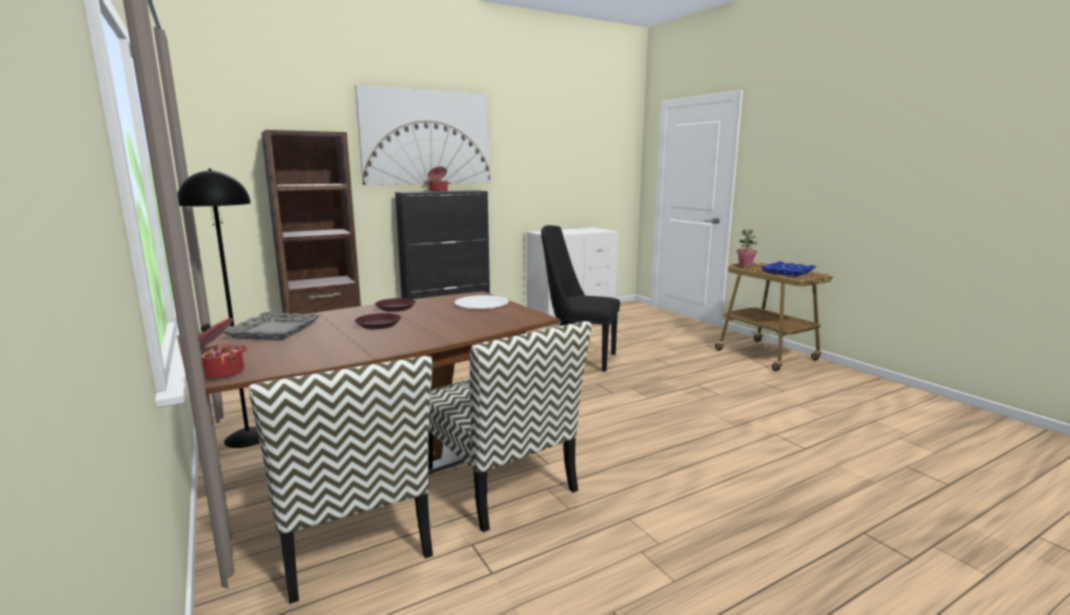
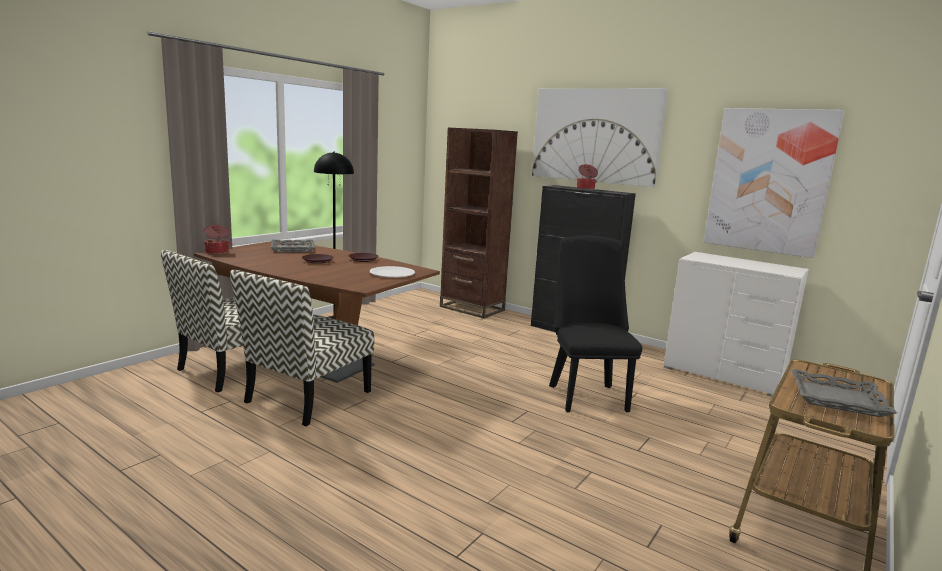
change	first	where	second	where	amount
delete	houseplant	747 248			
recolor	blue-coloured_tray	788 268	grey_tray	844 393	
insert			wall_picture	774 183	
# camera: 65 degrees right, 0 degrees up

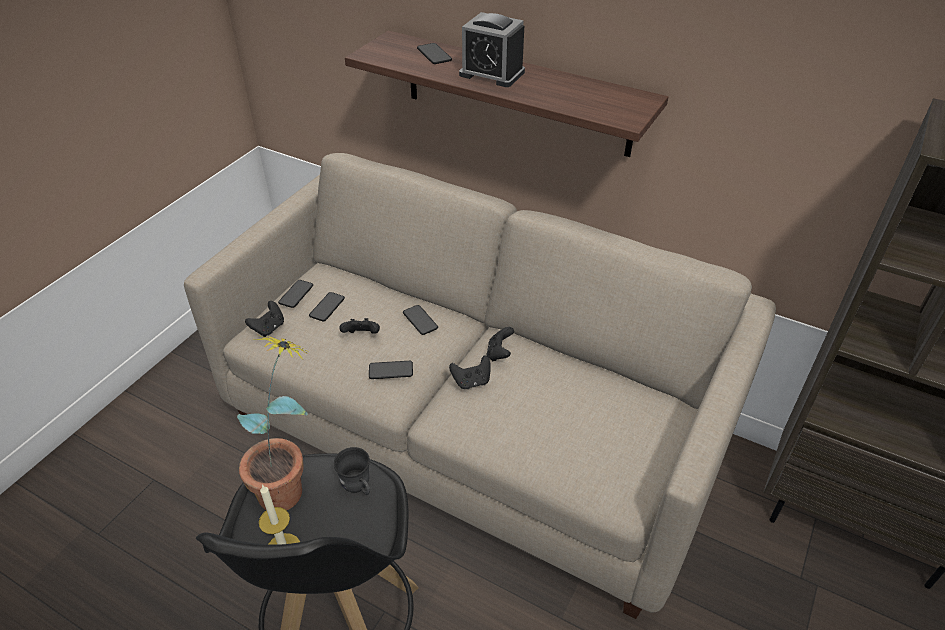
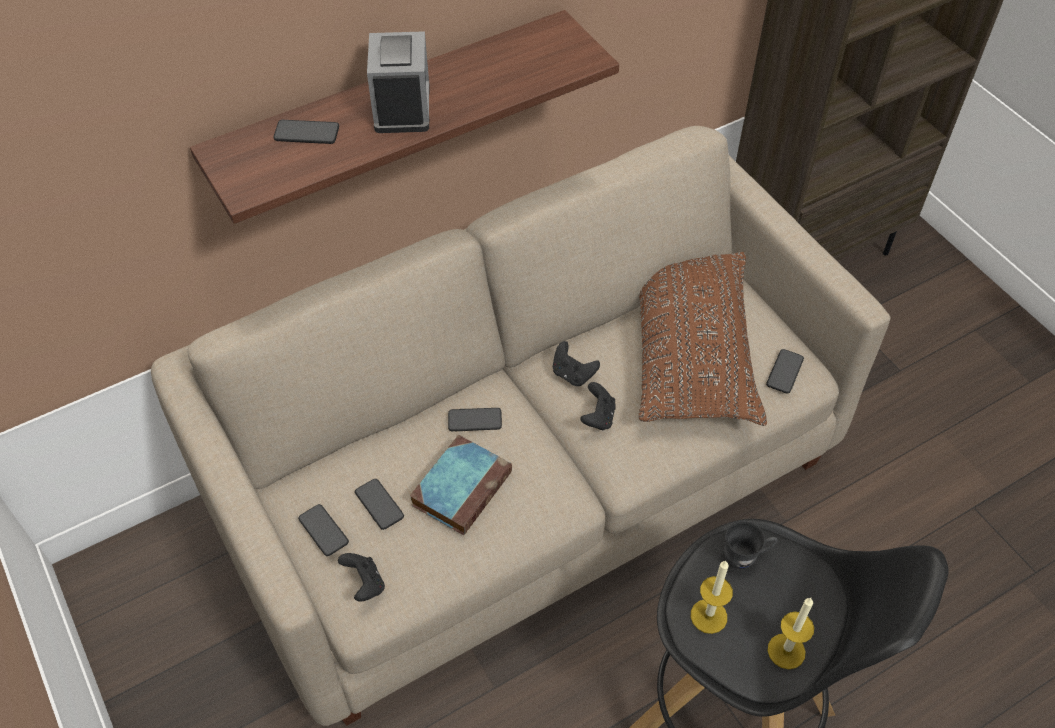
change	first	where	second	where	amount
replace	houseplant	272 422	candle	712 597	
replace	black_joypad	359 326	bound_book	461 485	
move	handset	391 370		785 371	
rotate	bedside_clock	492 49		398 82	60 degrees counterclockwise
insert			brownish_throw_pillow	703 339	
# camera: 60 degrees left, 10 degrees up

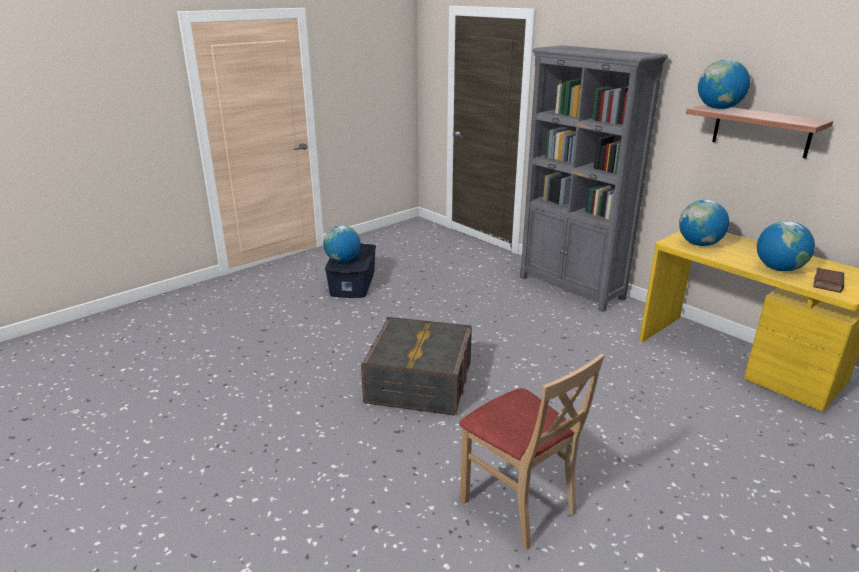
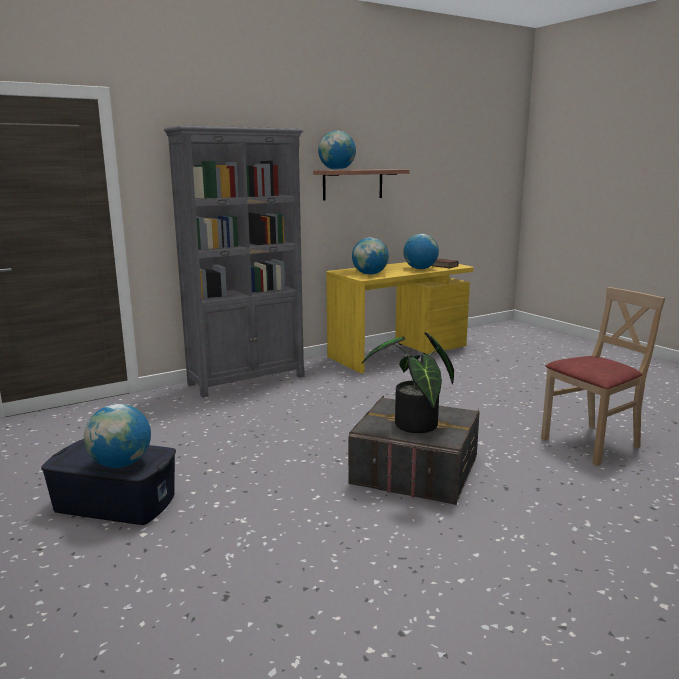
change	first	where	second	where	amount
insert			houseplant	408 382	
# camera: 80 degrees left, 10 degrees down

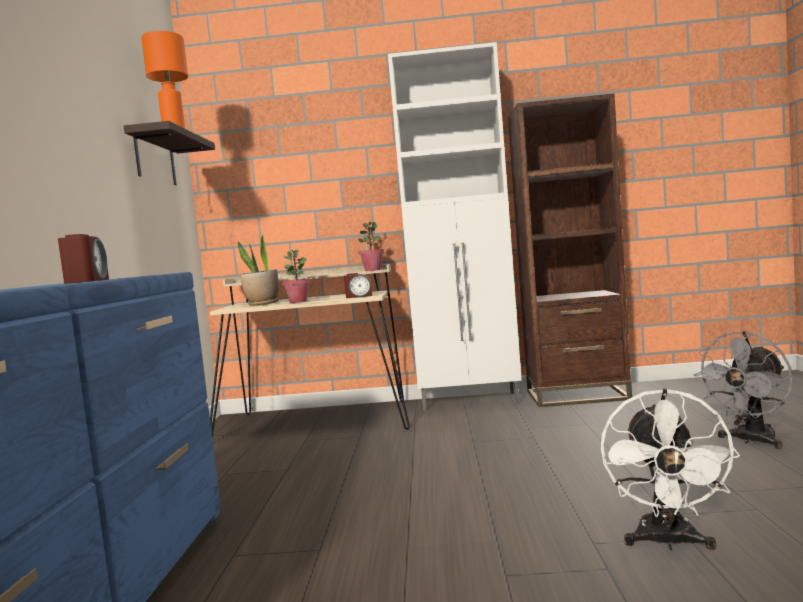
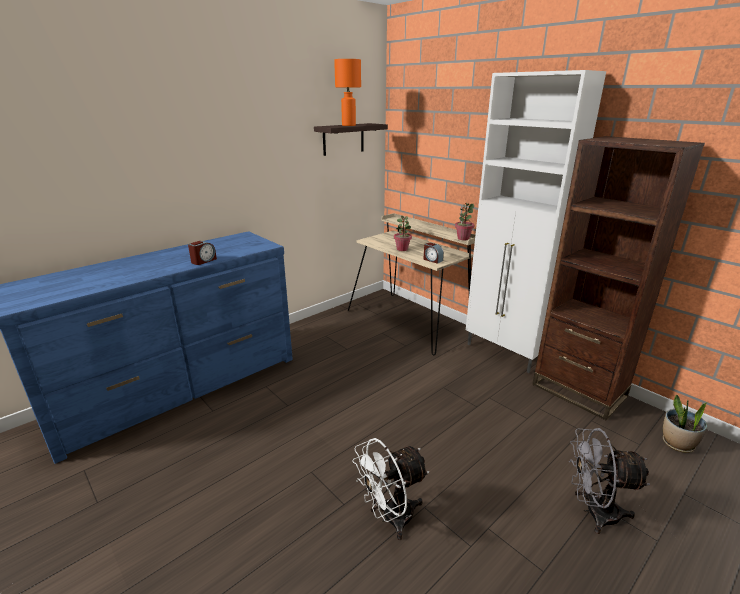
change	first	where	second	where	amount
move	houseplant	258 270		685 423	
# camera: 45 degrees right, 20 degrees up

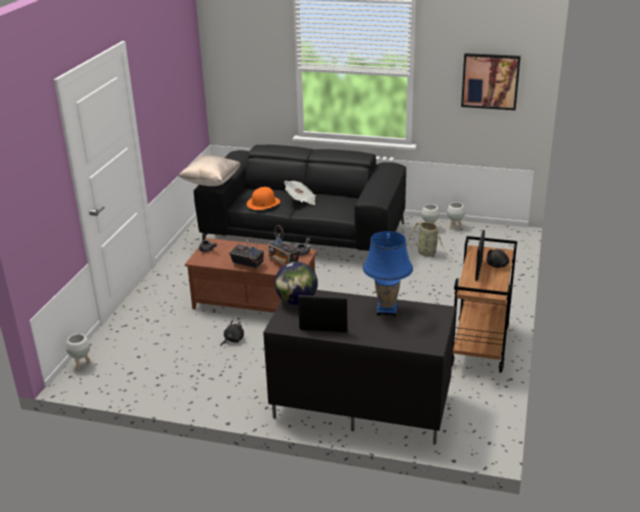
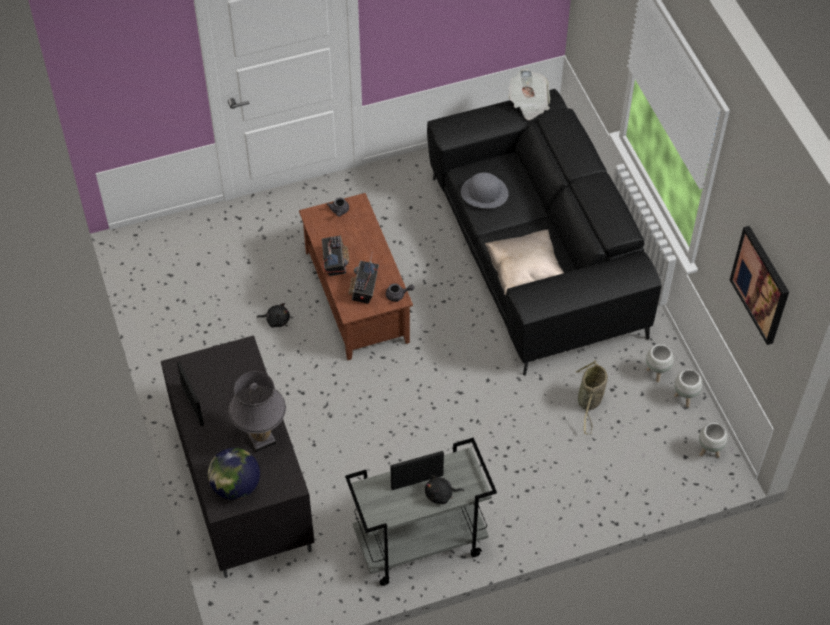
change	first	where	second	where	amount
move	white_plant_pot	78 352		713 440	
move	sand-coloured_throw_pillow	209 170		524 262	
recolor	orange_wearable_hat	263 198	grey_wearable_hat	485 190	
move	world_globe	296 283		234 474	
move	newspaper	300 193		529 94	
recolor	blue-coloured_lamp_for_a_table	388 274	grey_lamp_for_a_table	257 411	
recolor	brownish_wheeled_cart	484 304	grey_wheeled_cart	421 512	
# camera: 55 degrees right, 25 degrees up

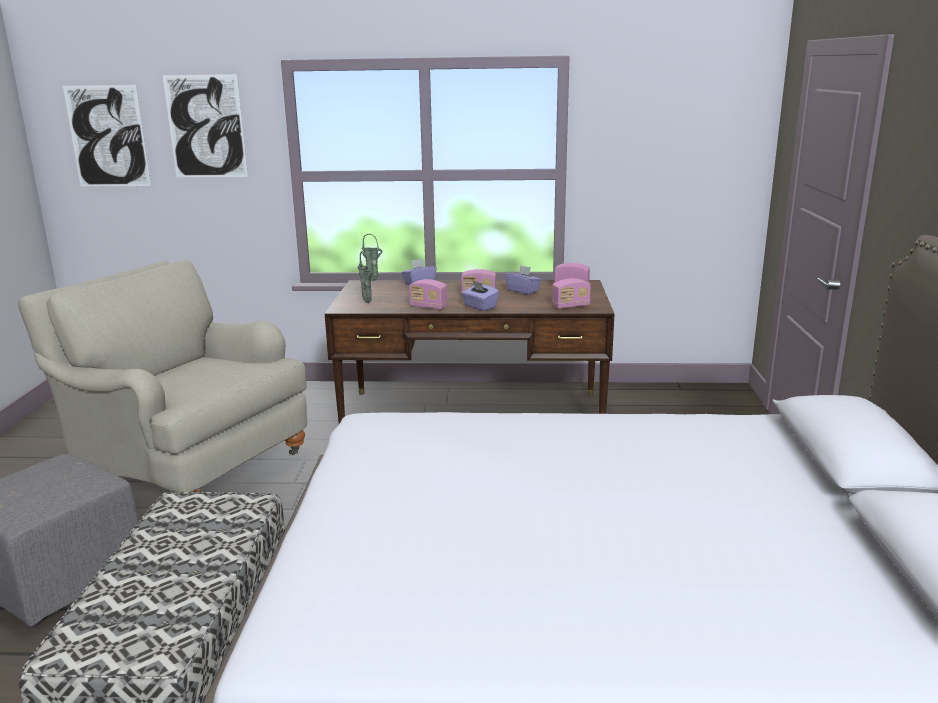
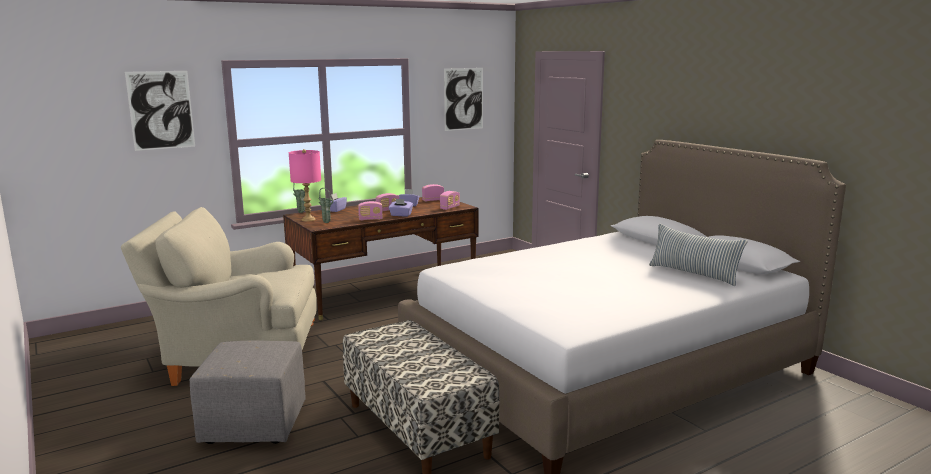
change	first	where	second	where	amount
move	wall_picture	107 136		463 99	
insert			pink-coloured_lamp_for_a_table	305 185	
insert			throw_pillow	698 255	
# camera: 35 degrees left, 5 degrees down

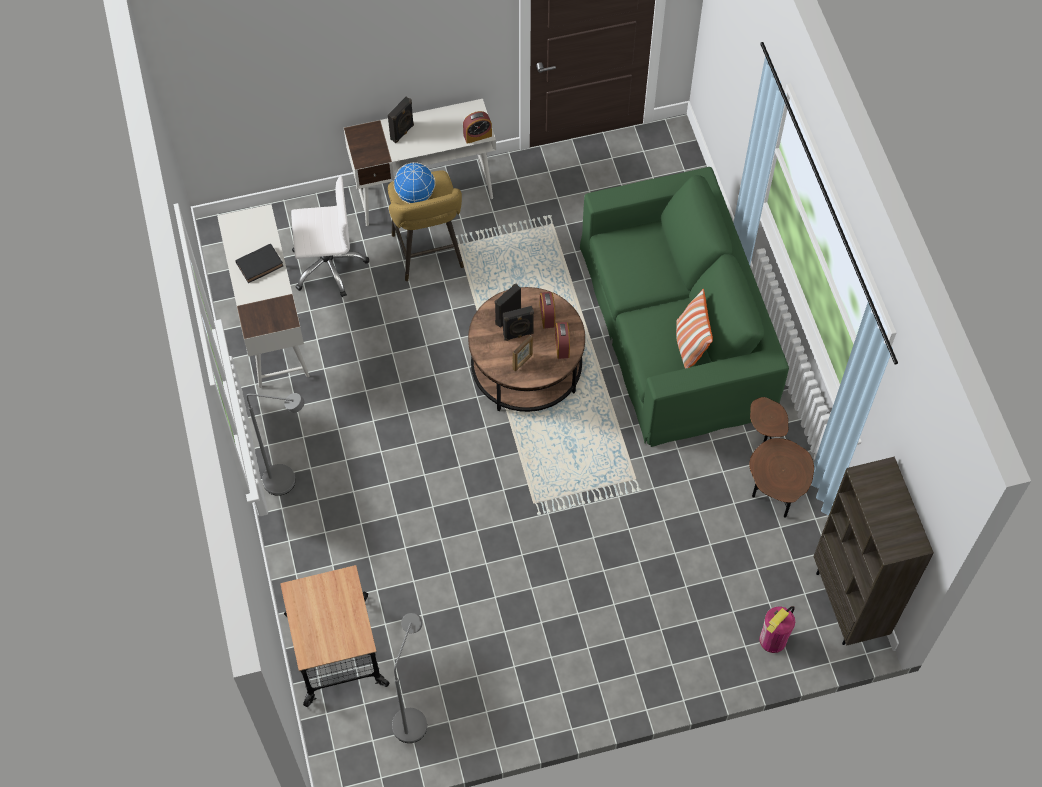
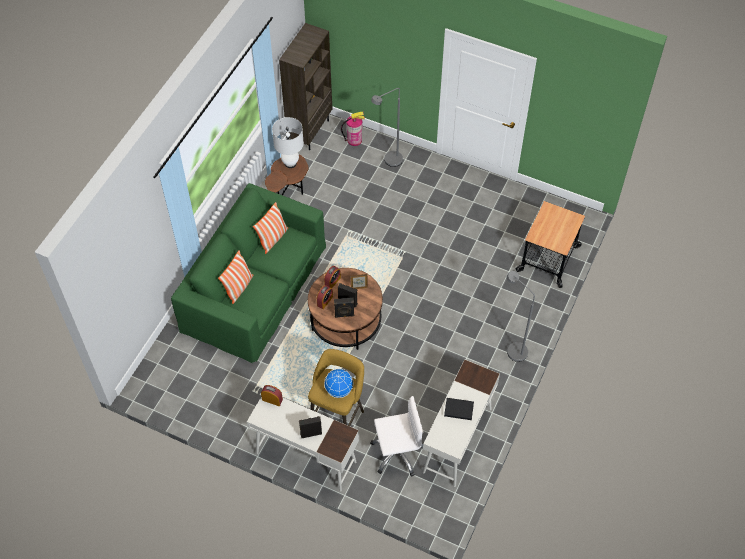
change	first	where	second	where	amount
rotate	white_computer_chair	330 236		396 436	135 degrees clockwise
move	grey_floor_lamp	409 678		387 127	
insert			throw_pillow	235 277	
insert			white_lamp_for_a_table	288 142	
# camera: 140 degrees left, 5 degrees down

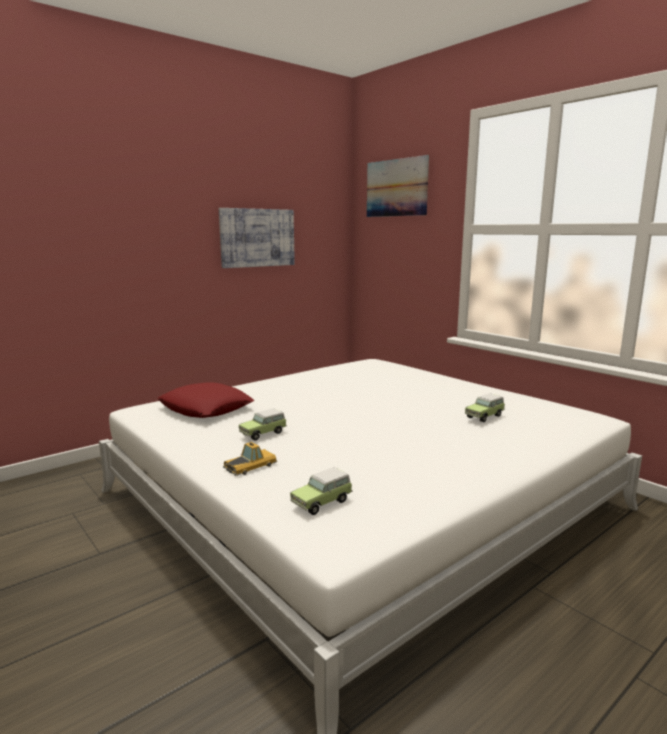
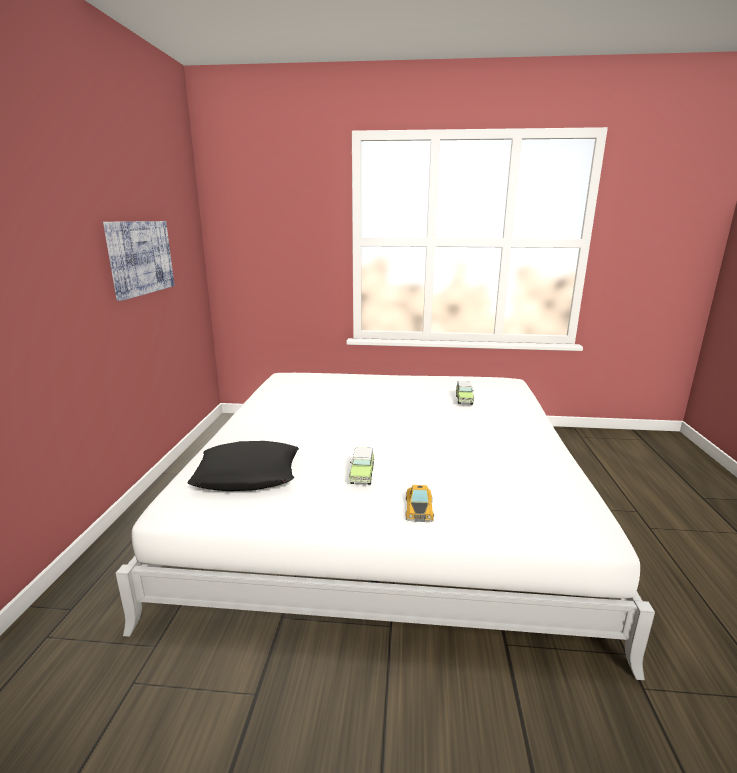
change	first	where	second	where	amount
recolor	red_throw_pillow	206 400	black_throw_pillow	243 466	
delete	model_car	321 491			
delete	wall_picture	398 186			
# camera: 45 degrees left, 5 degrees up

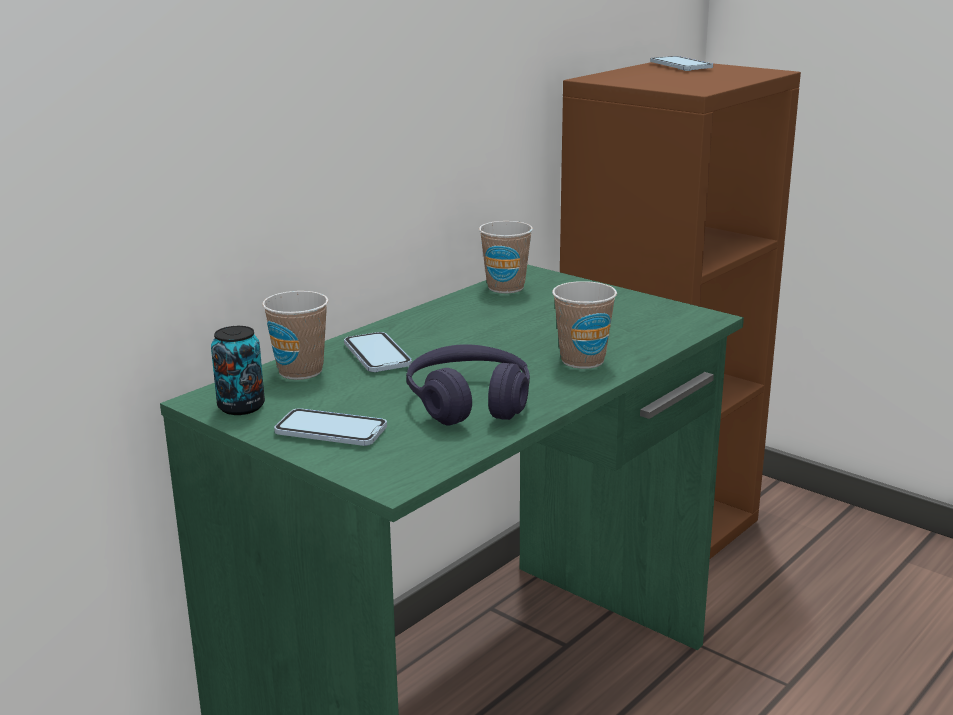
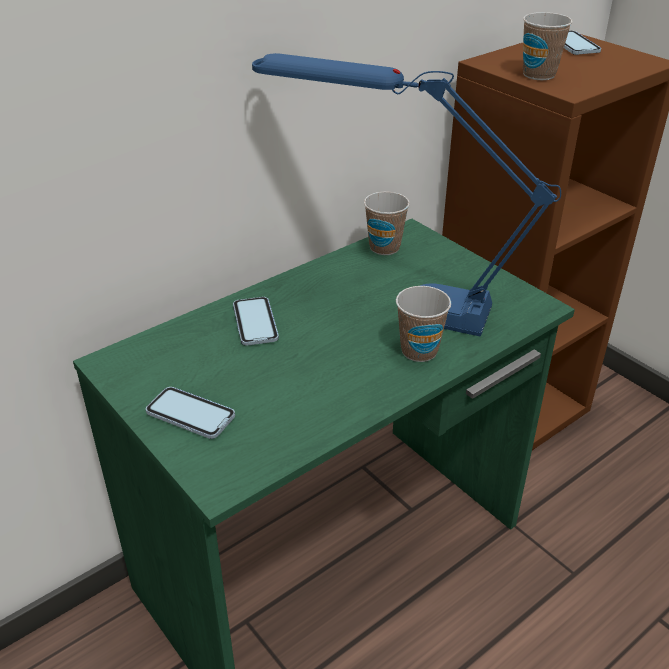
change	first	where	second	where	amount
delete	sealed_can	238 370			
move	small_cup	295 335		548 46	
delete	purple-coloured_pair_of_headphones	468 385			
insert			blue-coloured_lamp_for_a_table	406 195	
# camera: 10 degrees right, 15 degrees up

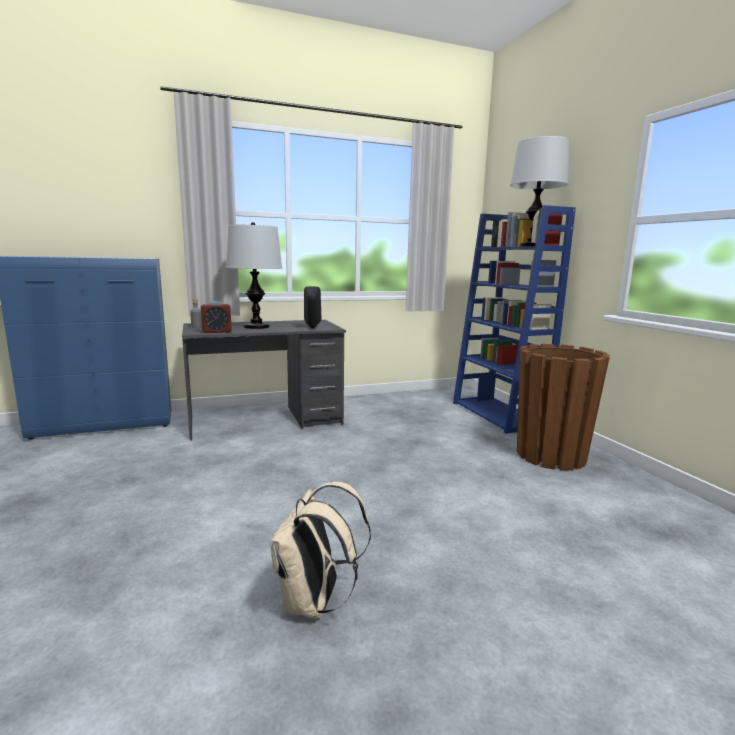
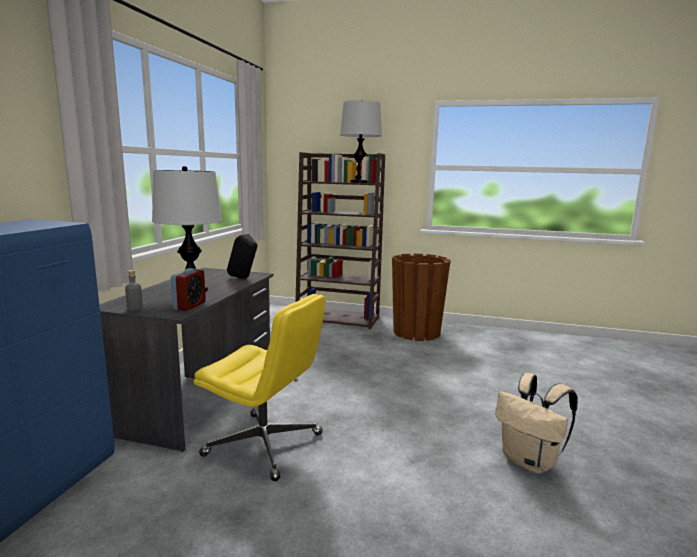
change	first	where	second	where	amount
recolor	blue-coloured_shelving_unit	514 319	brownish_shelving_unit	340 240	
insert			yellow_computer_chair	260 387	
# camera: 55 degrees left, 0 degrees up

